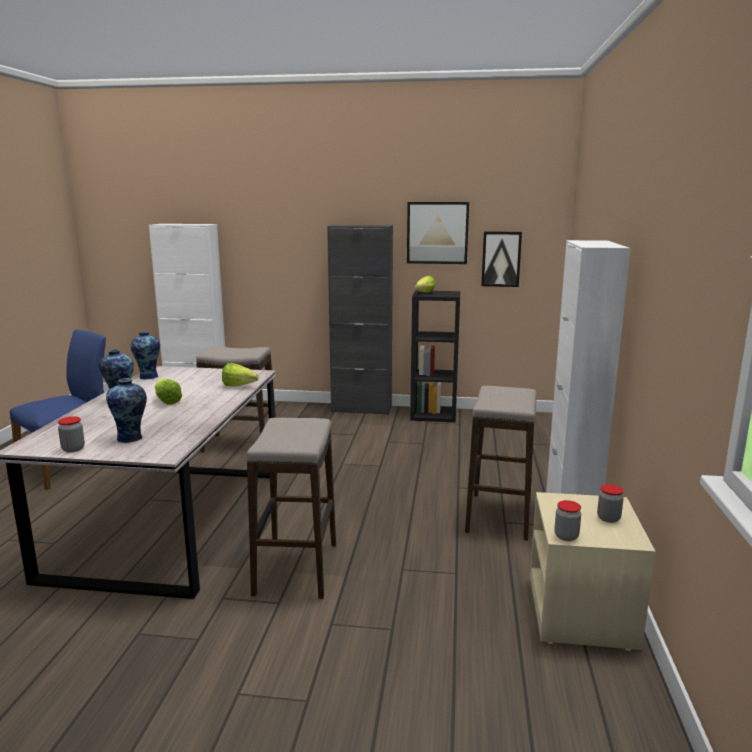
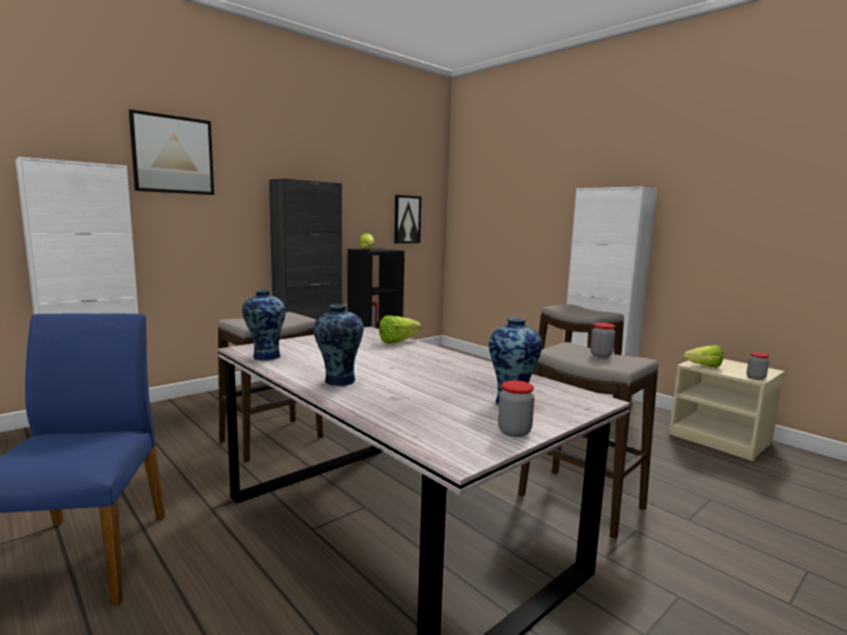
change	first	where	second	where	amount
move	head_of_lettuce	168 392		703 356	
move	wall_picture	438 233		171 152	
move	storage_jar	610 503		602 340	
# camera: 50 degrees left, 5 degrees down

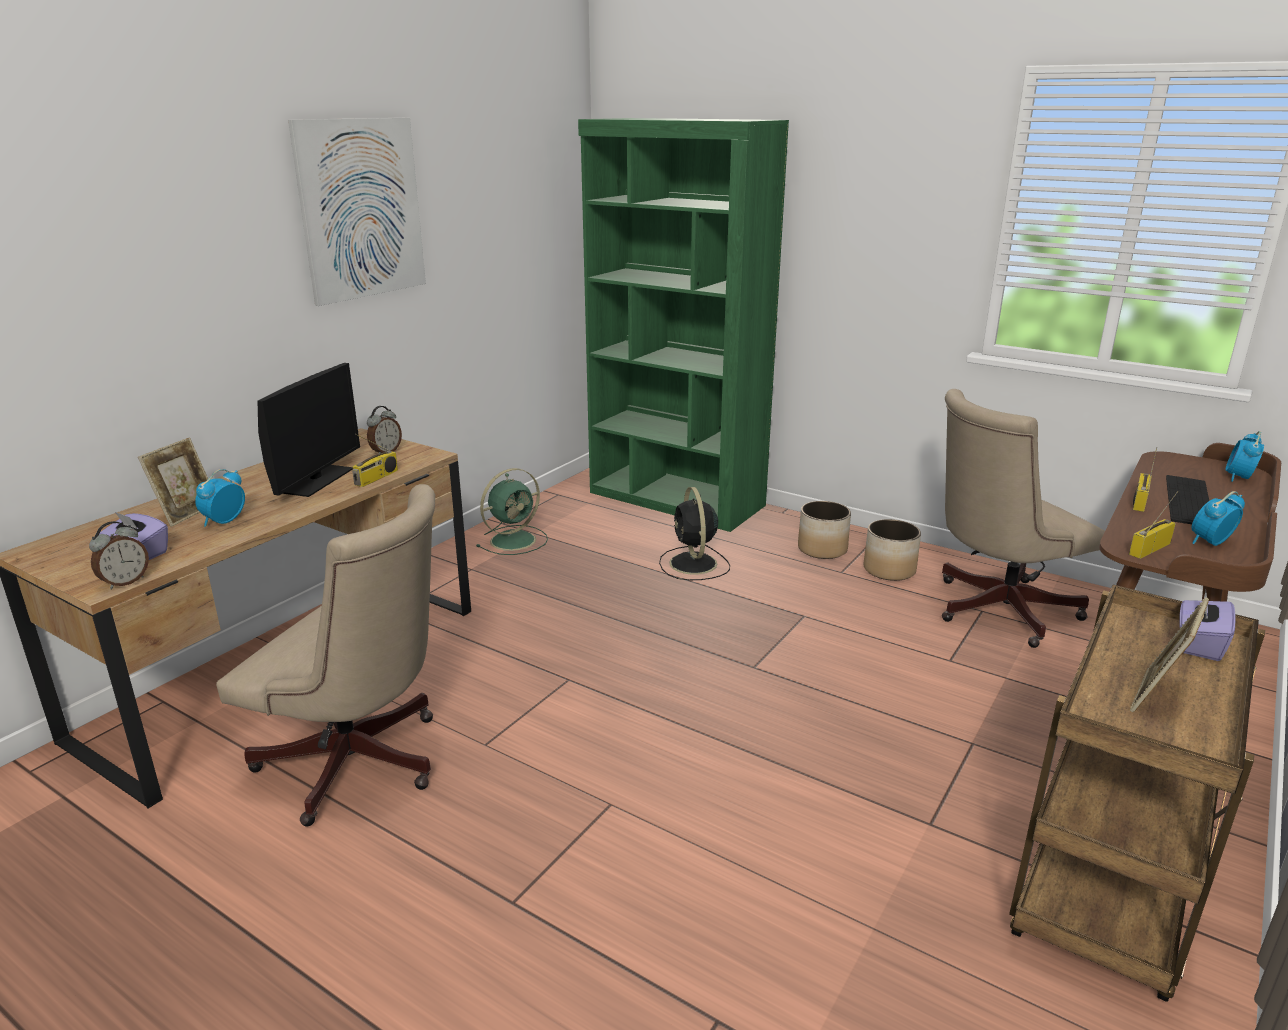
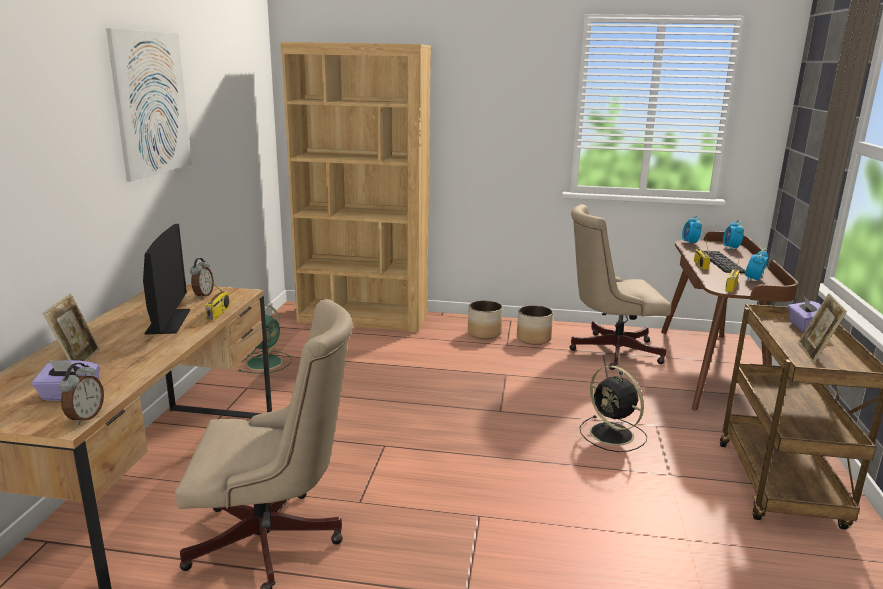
change	first	where	second	where	amount
move	bedside_clock	220 498		692 230	
recolor	green-coloured_shelving_unit	683 325	brownish_shelving_unit	355 187	
move	black_fan	694 533		613 409	
rotate	sand-coloured_computer_chair	1023 518		620 287	45 degrees clockwise
# camera: 25 degrees left, 5 degrees down

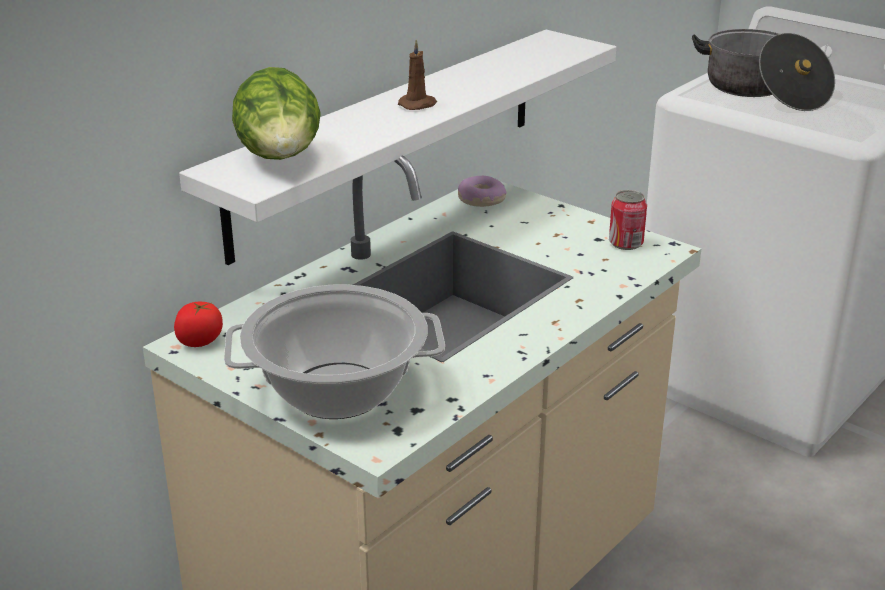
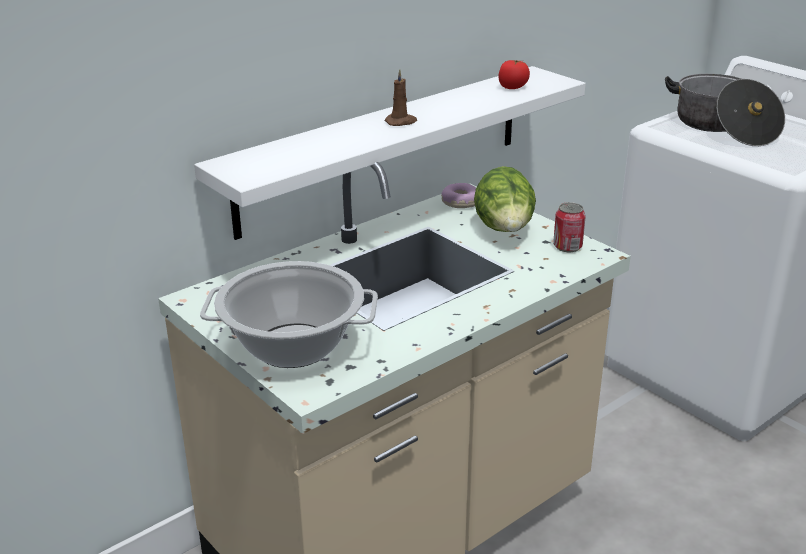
change	first	where	second	where	amount
move	tomato	198 324		514 74	
move	head_of_lettuce	276 113		505 199	
# camera: 10 degrees right, 0 degrees up

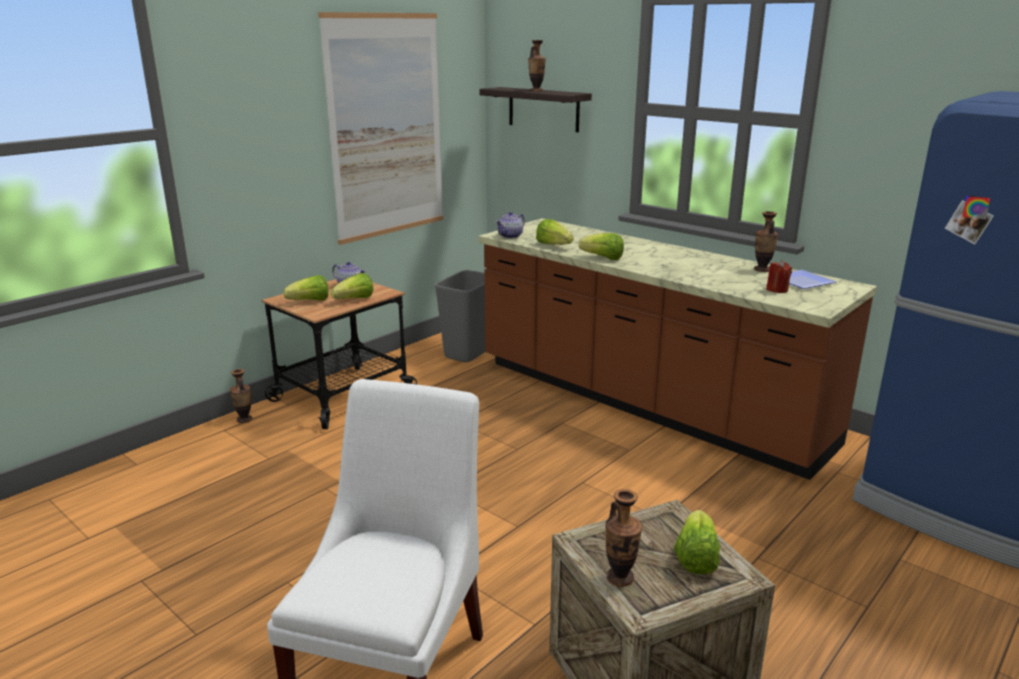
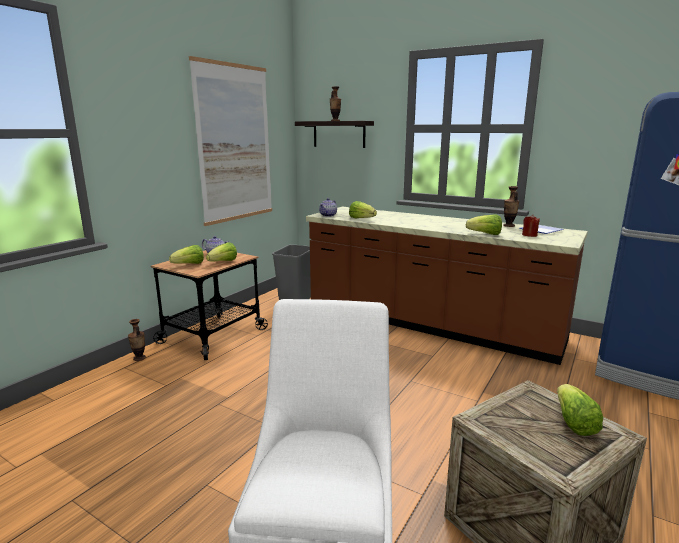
change	first	where	second	where	amount
move	head_of_lettuce	601 246		484 225	
delete	flower_vase	623 538			
# camera: 10 degrees left, 5 degrees down

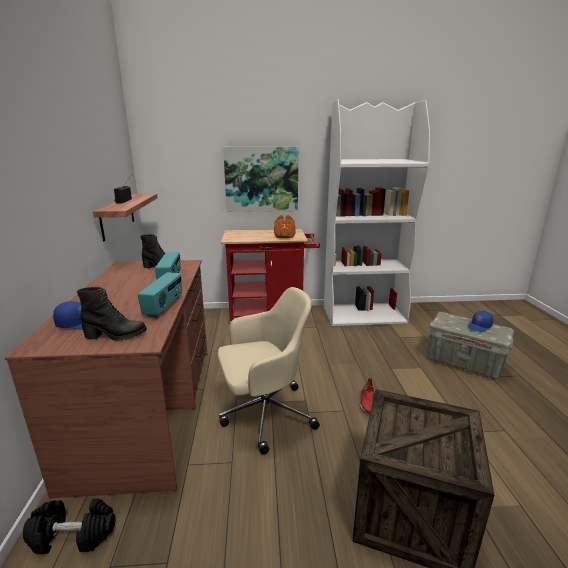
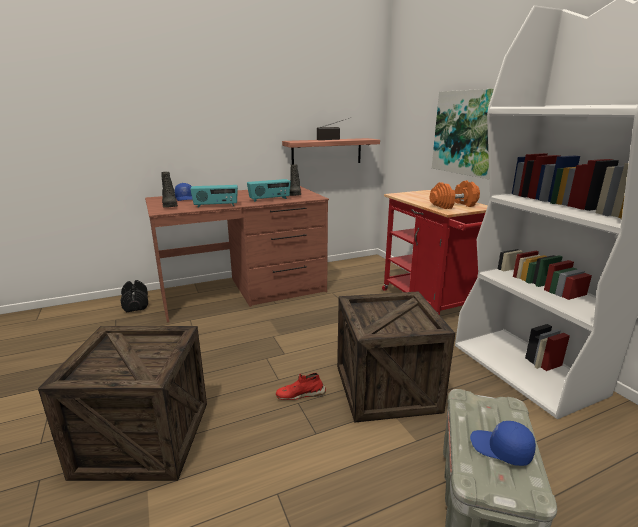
change	first	where	second	where	amount
delete	sand-coloured_computer_chair	268 371			
insert			crate	396 357	
# camera: 70 degrees right, 0 degrees up

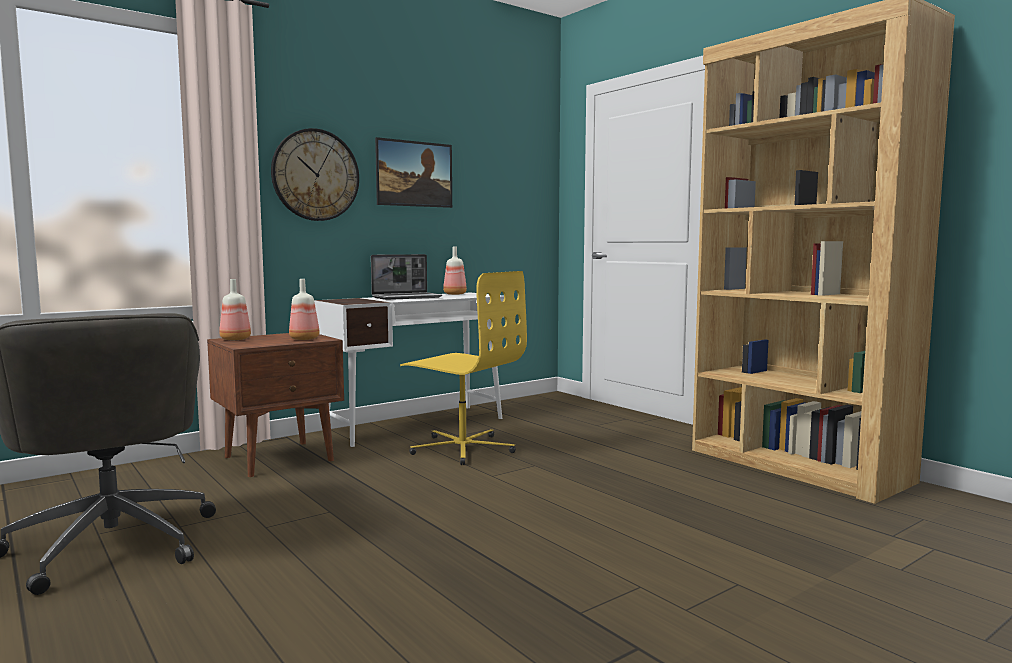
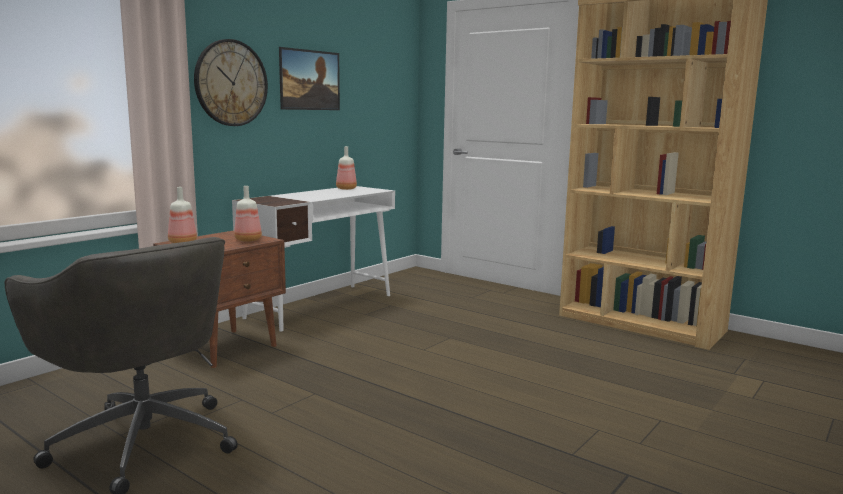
change	first	where	second	where	amount
delete	laptop	406 277			
delete	yellow_computer_chair	463 368			
# camera: 15 degrees left, 5 degrees up

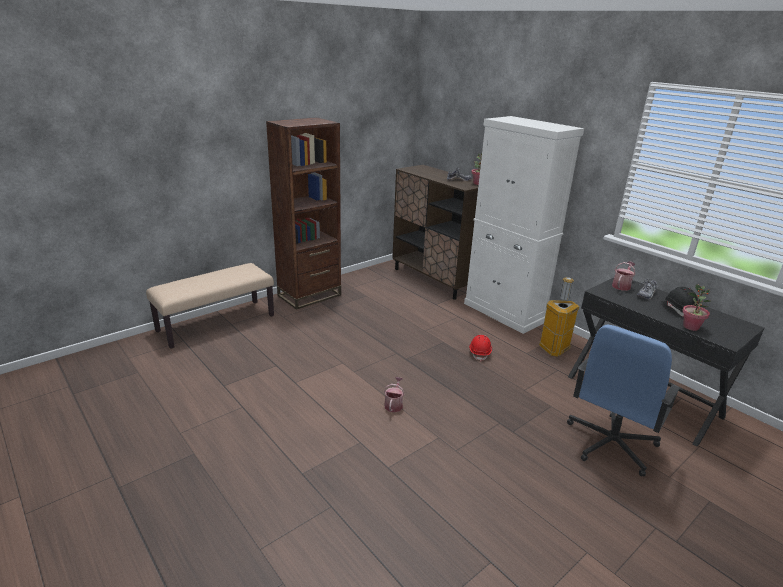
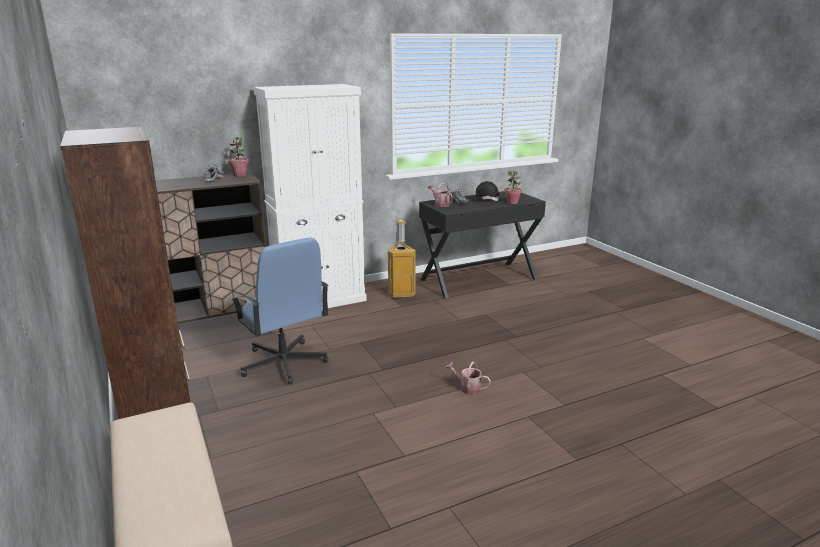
change	first	where	second	where	amount
delete	red_safety_helmet	480 348			
move	blue-coloured_computer_chair	624 400		280 311	
# camera: 75 degrees left, 5 degrees down

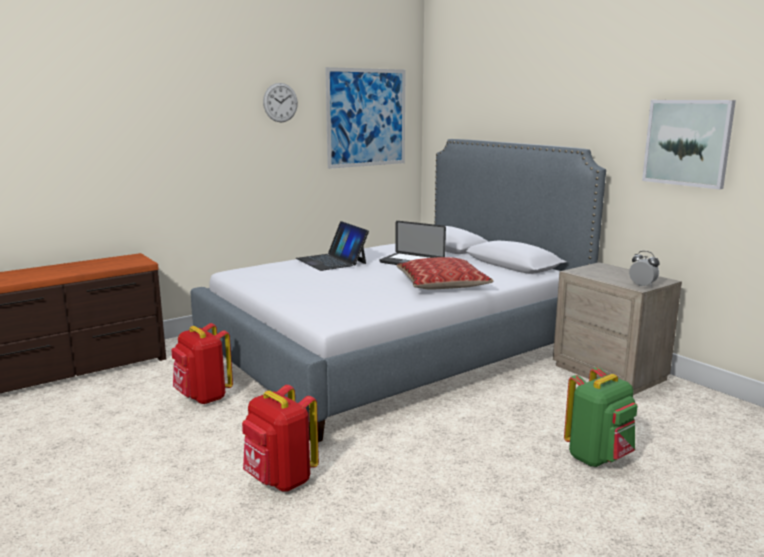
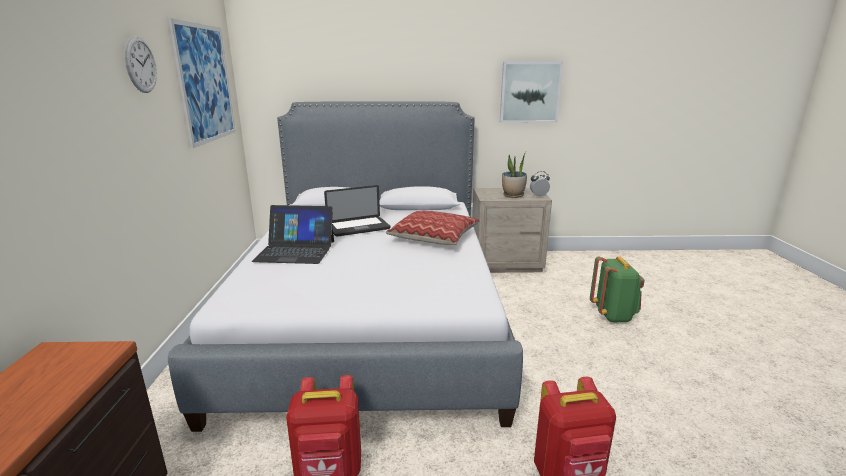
change	first	where	second	where	amount
insert			houseplant	514 174	
# camera: 55 degrees left, 5 degrees up

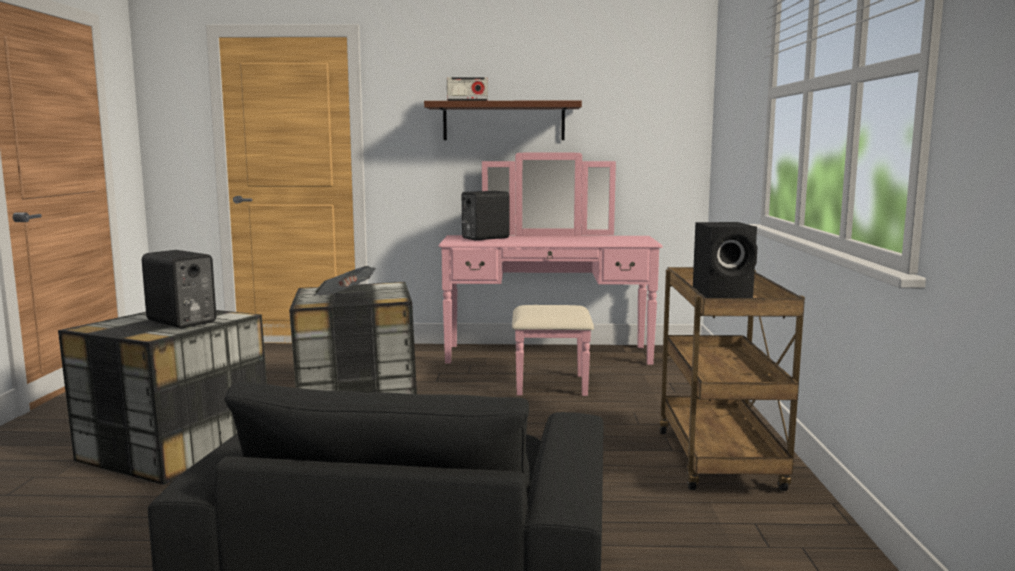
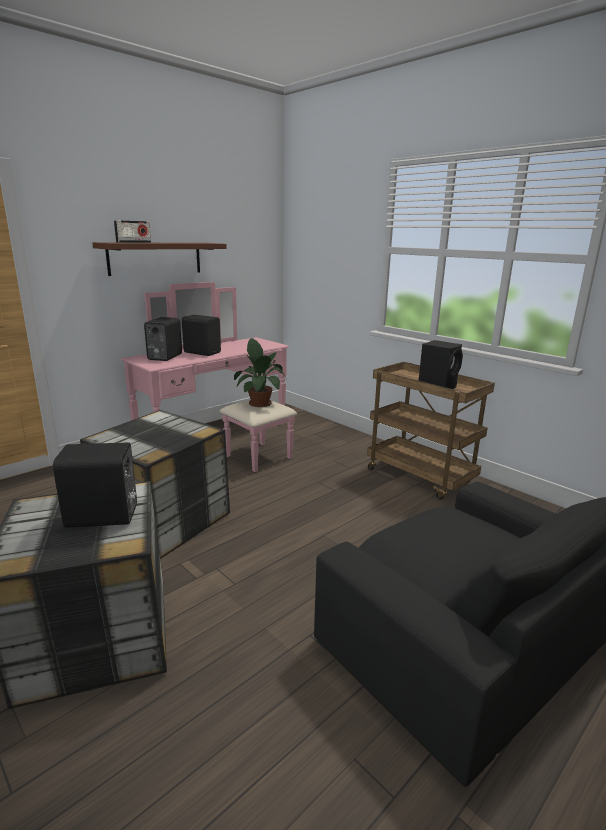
change	first	where	second	where	amount
delete	newspaper	344 281			
insert			black_loudspeaker	201 335	
insert			houseplant	260 372	
# camera: 45 degrees left, 10 degrees up

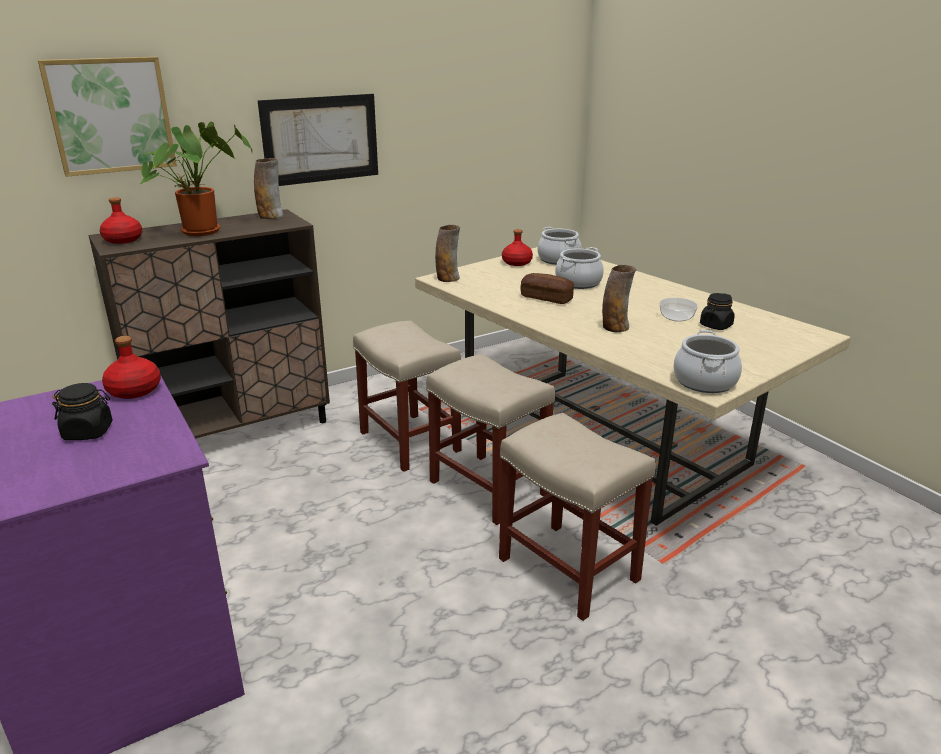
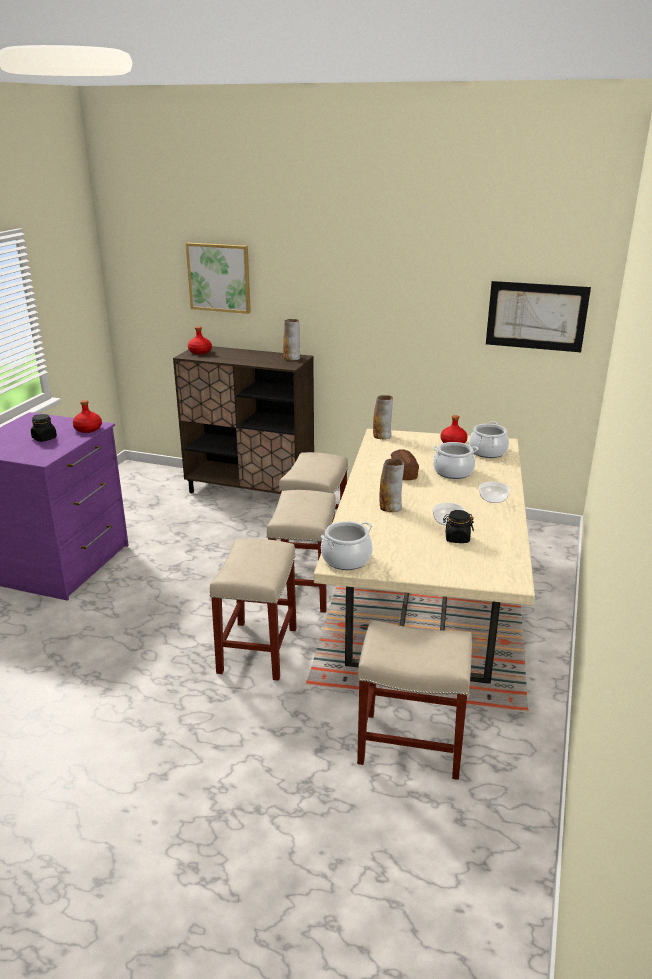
change	first	where	second	where	amount
delete	houseplant	195 179			
move	wall_picture	318 140		538 316	
insert			sand-coloured_sitting_stool	414 700	
insert			bowl	494 492	
# camera: 50 degrees right, 0 degrees up

